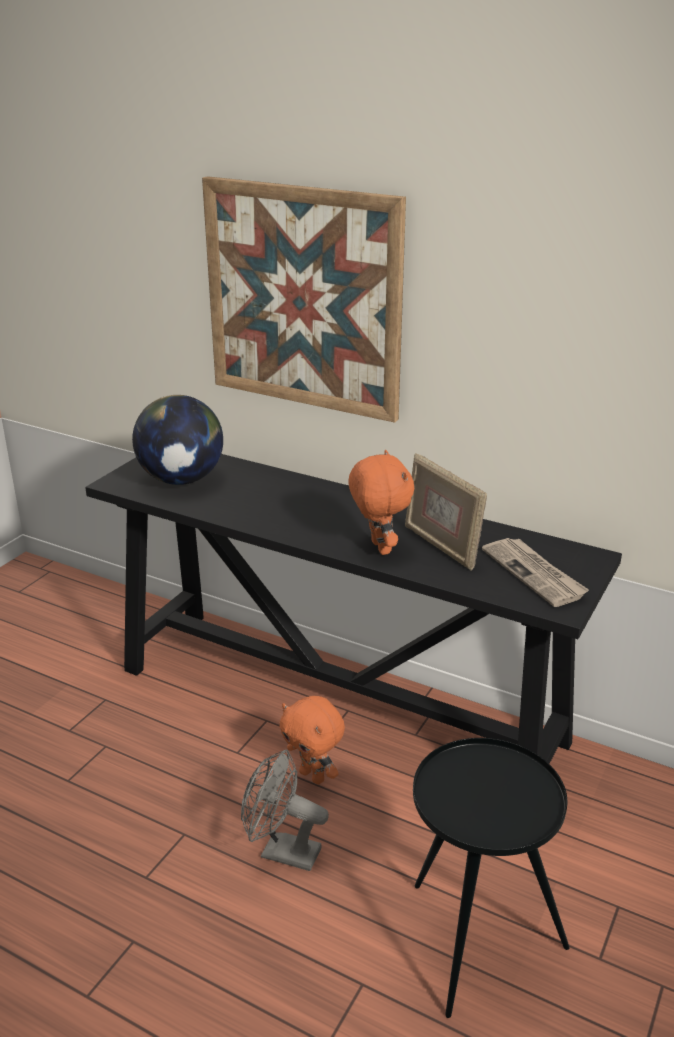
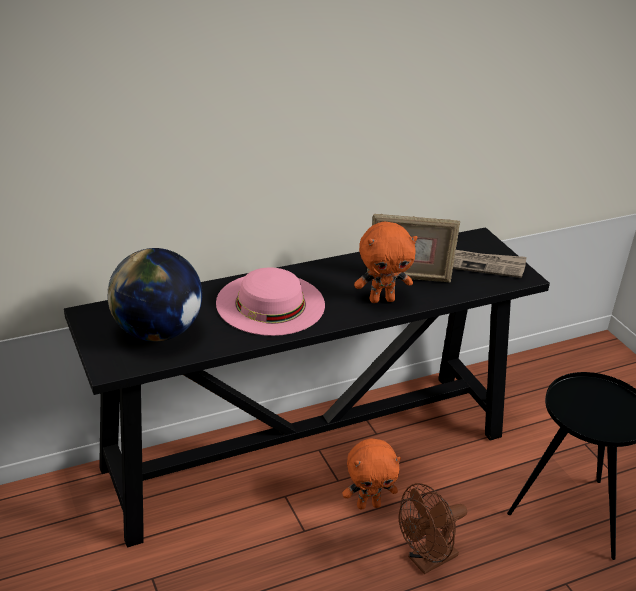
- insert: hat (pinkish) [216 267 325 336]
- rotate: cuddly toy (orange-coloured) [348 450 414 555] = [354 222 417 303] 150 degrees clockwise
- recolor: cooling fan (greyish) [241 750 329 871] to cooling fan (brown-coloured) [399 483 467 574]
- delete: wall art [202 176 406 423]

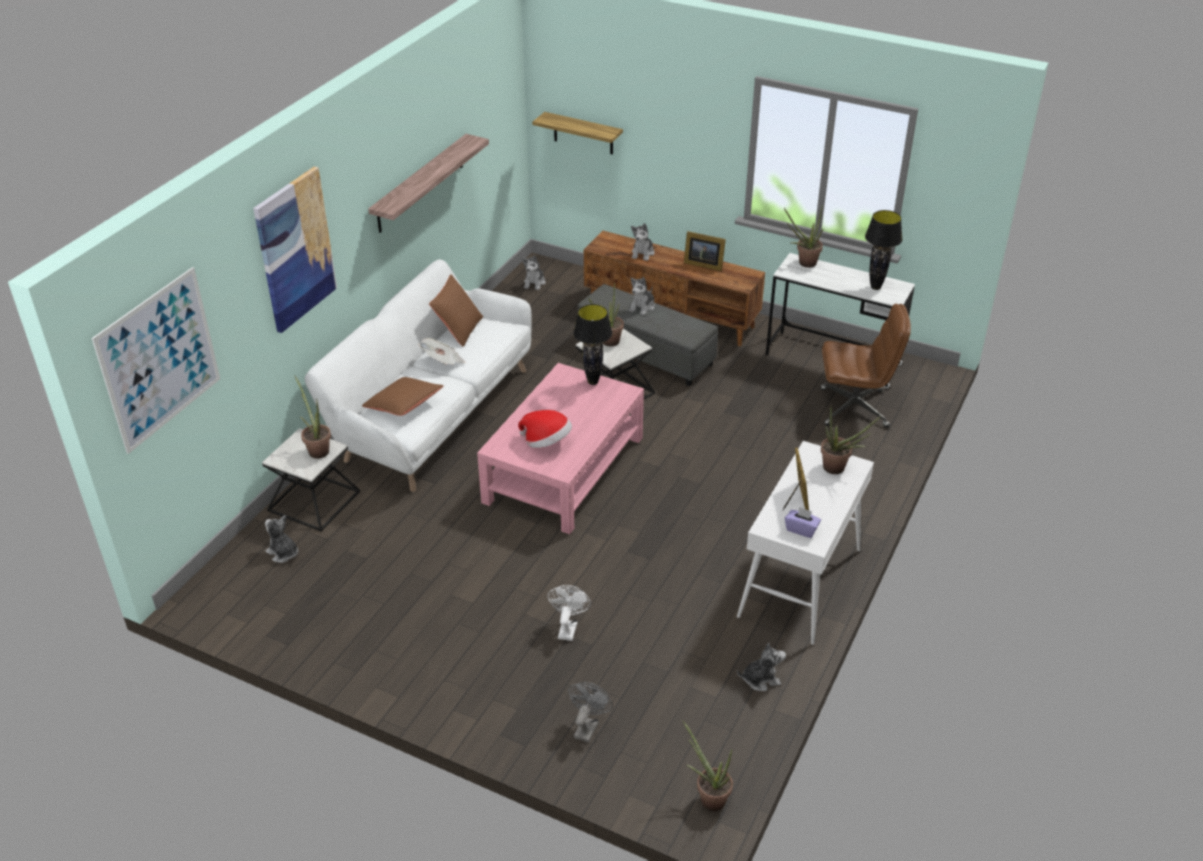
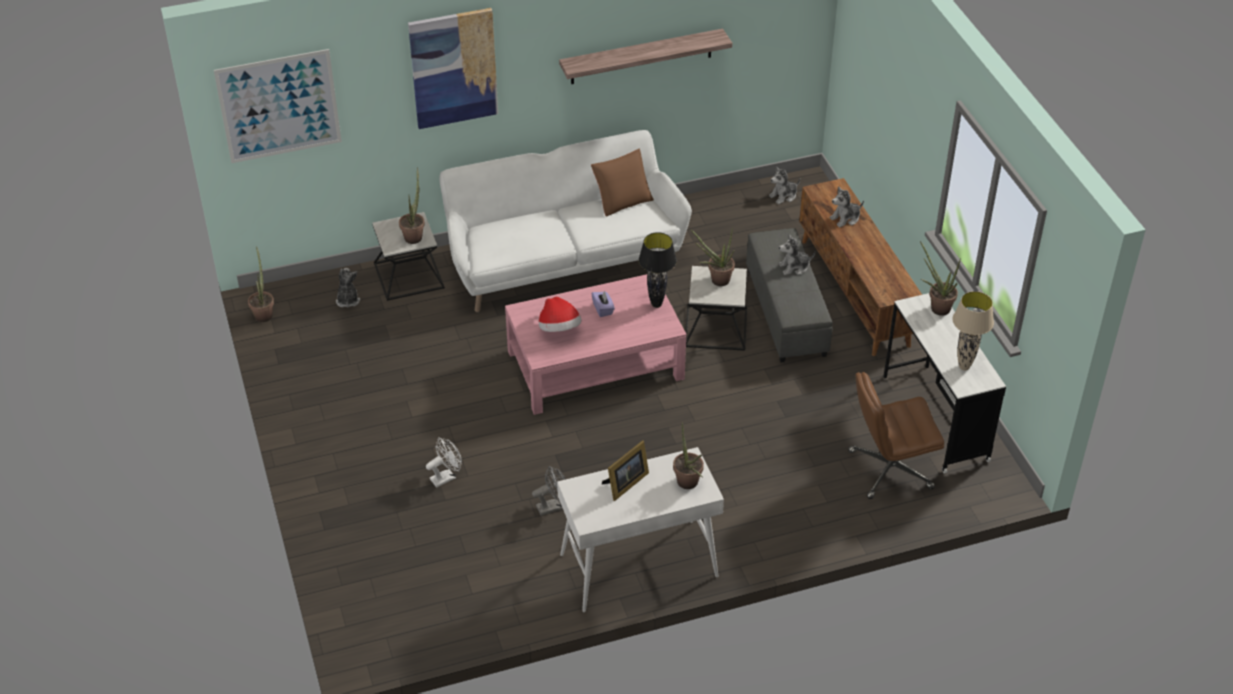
- move: potted plant [683 721 733 811] to [248 246 274 322]
- move: cooling fan (greyish) [568 682 613 743] to [532 466 566 516]
- move: tissue box (purple) [785 507 821 538] to [591 290 615 317]
- rotate: office chair (brown-coloured) [820 304 911 428] = [848 372 944 499] 120 degrees clockwise
- recolor: tabletop lamp (blackish) [865 210 903 290] to tabletop lamp (beige) [952 291 994 370]
- delete: throw pillow (brown-coloured) [362 377 444 416]
- delete: daily paper [418 338 465 365]
- delete: bracket shelf [532 112 623 154]
- delete: picture frame [684 231 726 271]
- delete: cuddly toy [737 643 786 691]

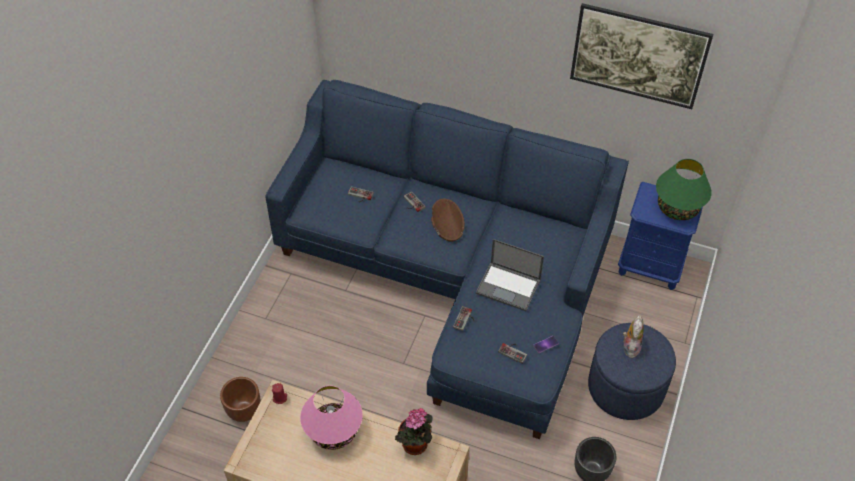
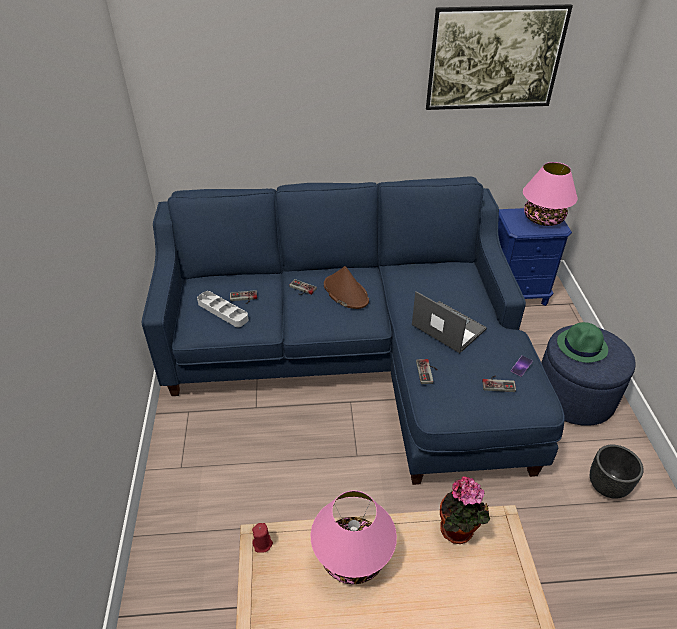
- insert: carrying tray (greyish) [197 291 248 327]
- rotate: portable computer [476 239 544 311] = [412 291 487 353] 135 degrees counterclockwise
- recolor: tabletop lamp (greenish) [656 159 712 220] to tabletop lamp (pinkish) [523 162 578 226]
- replace: cuddly toy [623 315 644 358] to hat (greenish) [557 322 608 363]
- delete: planter (brown-coloured) [220 377 261 422]

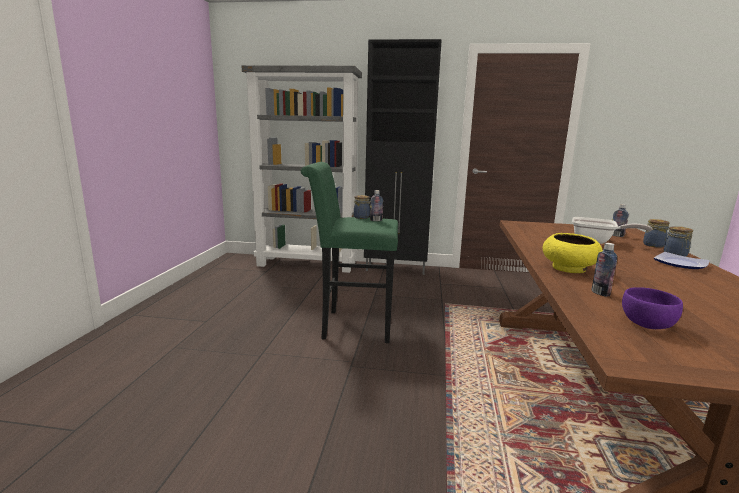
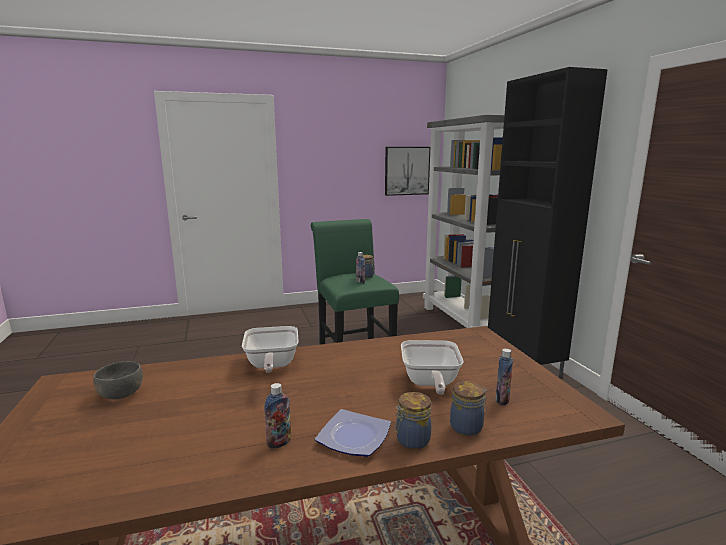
- recolor: deep dish (purple) [622 287 683 329] to deep dish (greyish) [93 361 143 399]
- replace: deep dish (yellowish) [542 233 603 273] to skillet [242 326 299 373]
- move: drink bottle [591 243 617 297] to [264 383 291 449]
- insert: wall art [385 147 430 196]

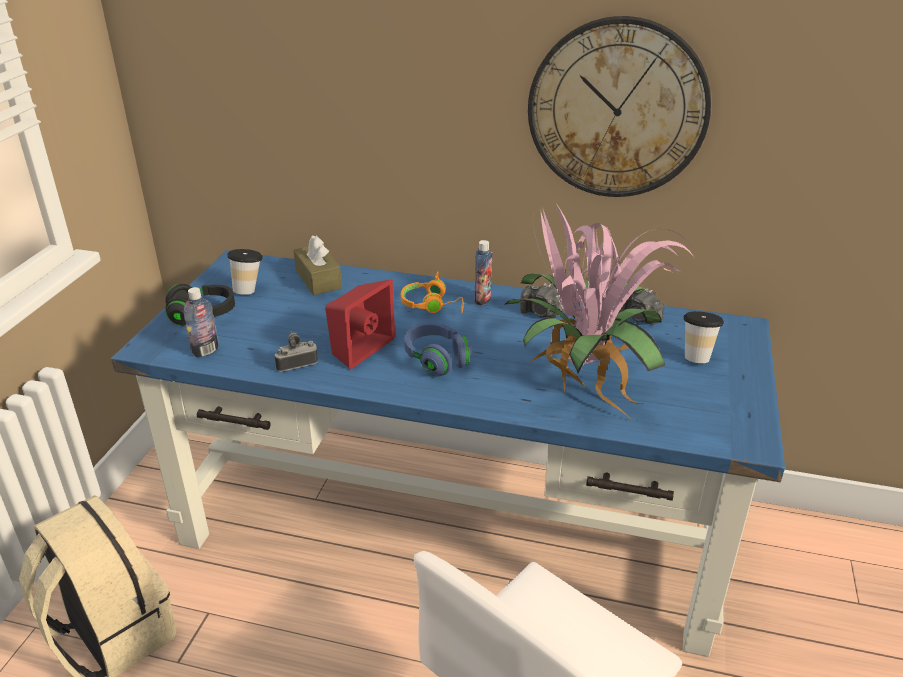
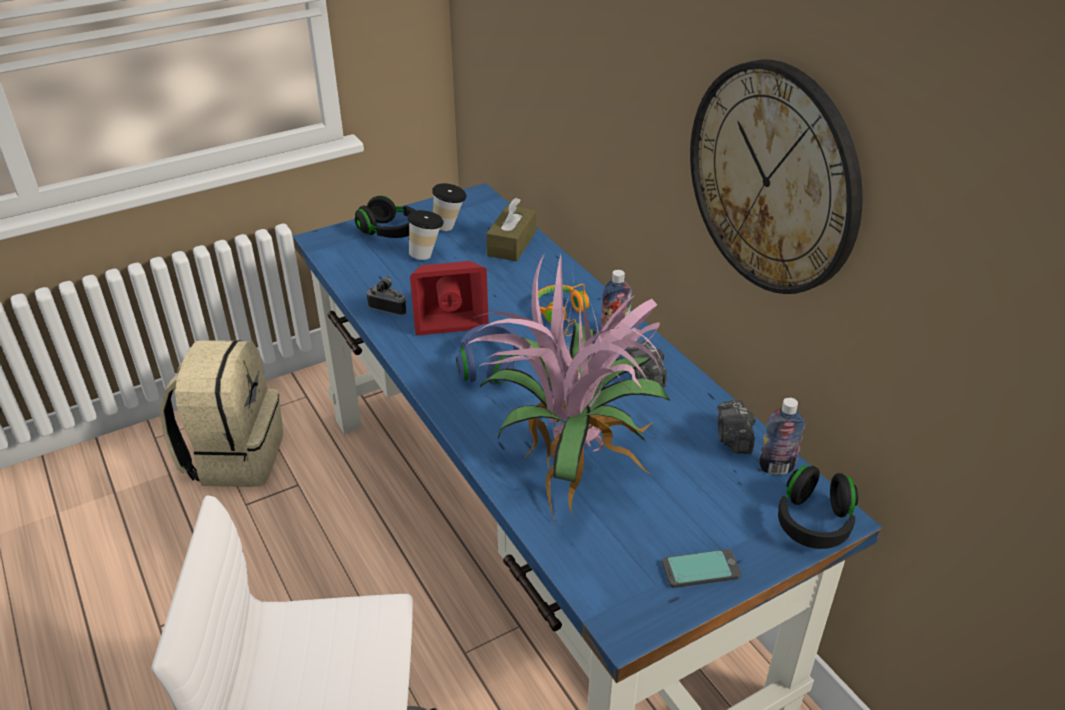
- move: small cup [683 311 724 363] to [408 210 444 260]
- insert: telephone [662 549 742 588]
- move: drink bottle [184 287 219 357] to [759 398 805 475]
- insert: headphones (blackish) [778 465 858 549]

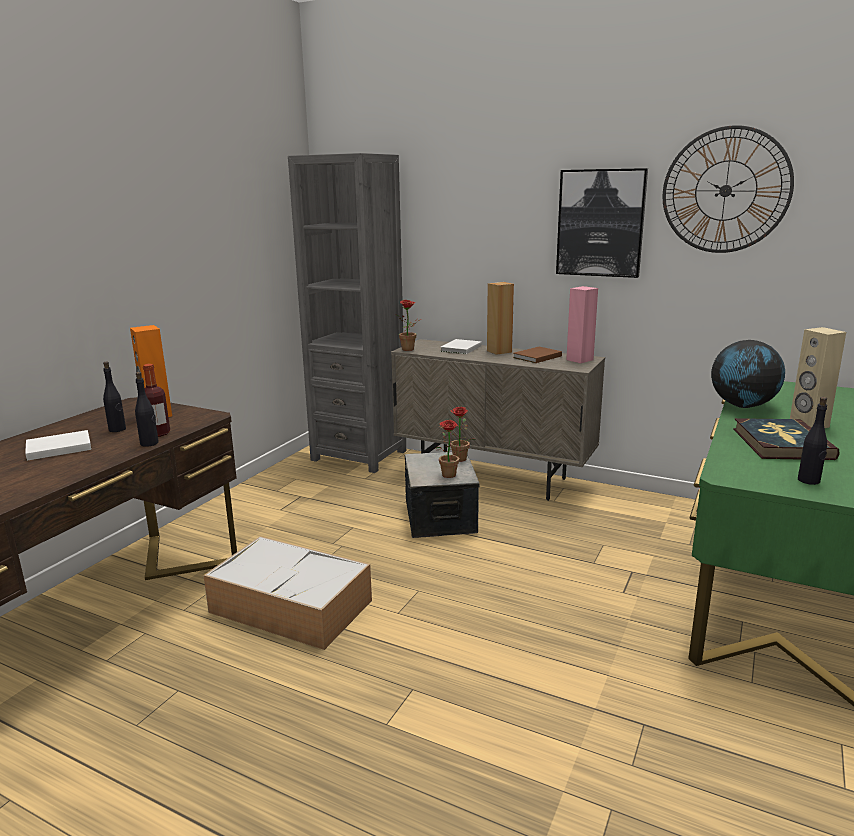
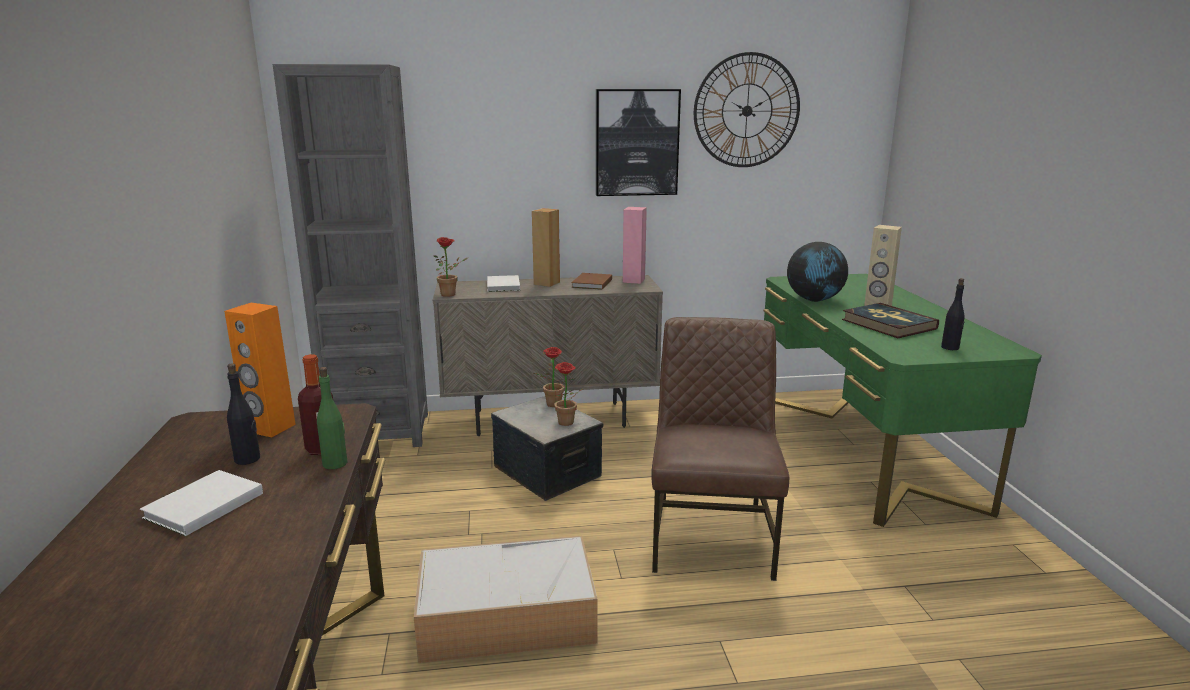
- recolor: drink bottle (blackish) [135 372 159 447] to drink bottle (greenish) [317 367 348 469]
- insert: upright chair (brown-coloured) [651 317 789 581]

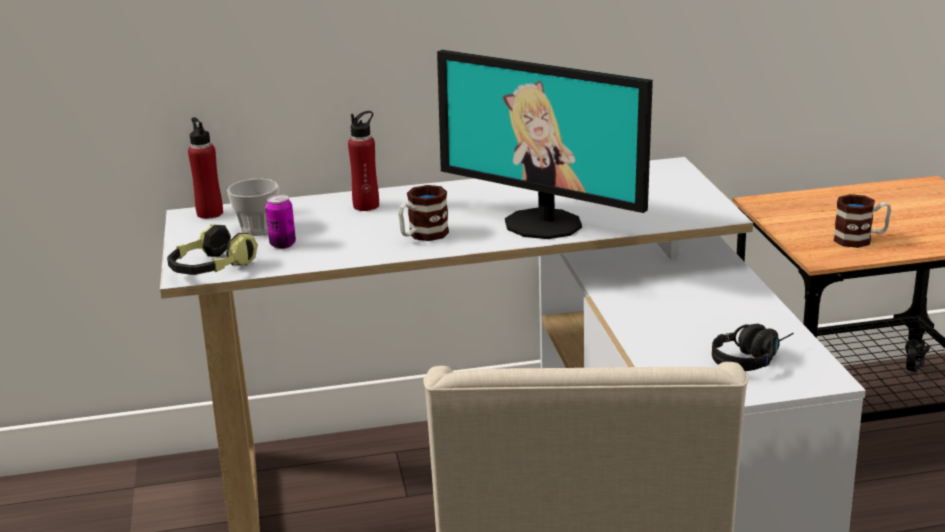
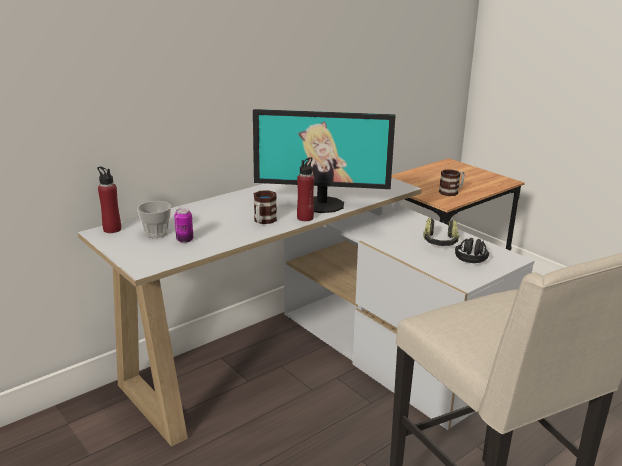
- move: drink bottle (red-coloured) [348 111 379 211] to [297 157 314 221]
- move: headphones [167 224 258 275] to [423 218 459 246]

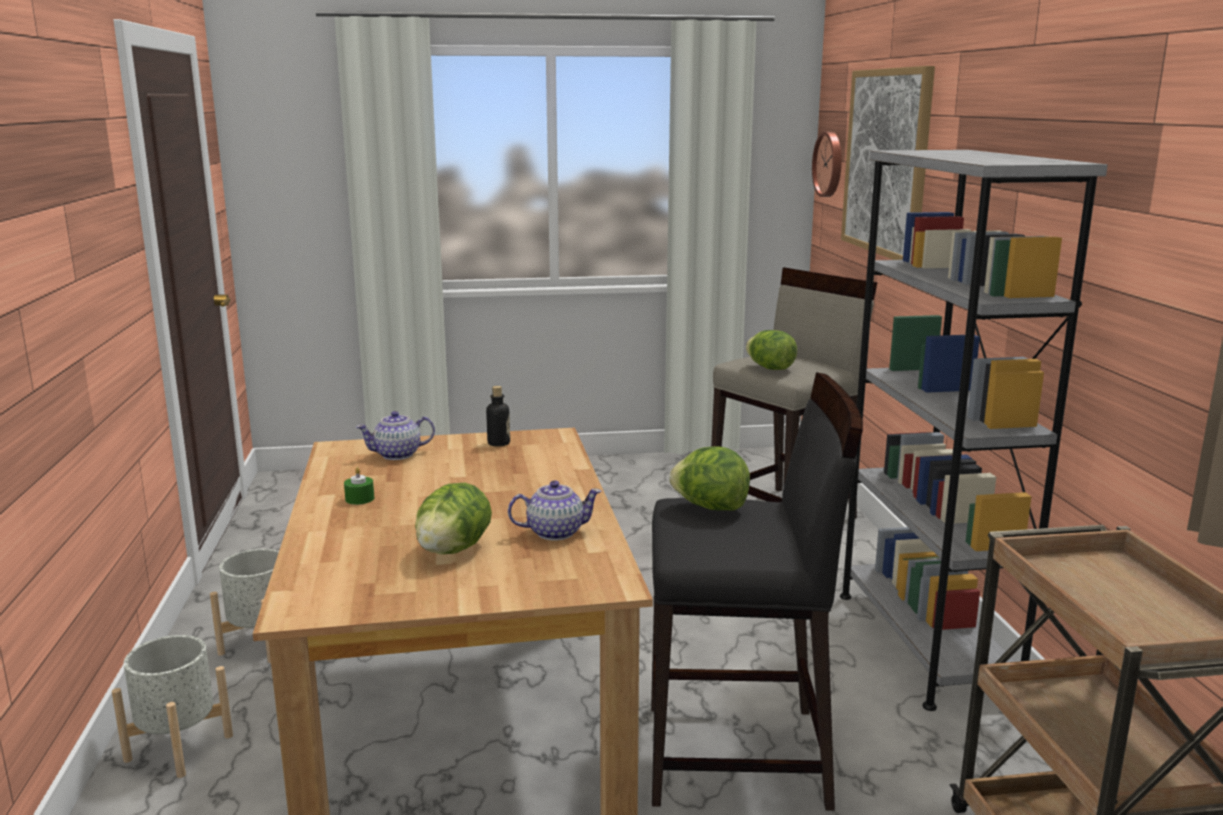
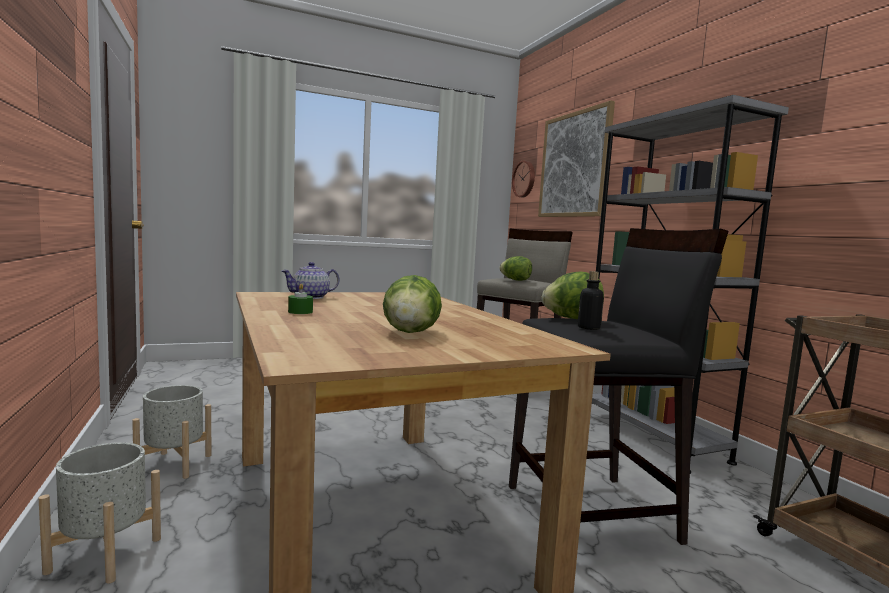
- move: drink bottle [486 386 510 447] to [578 271 604 330]
- delete: pot for tea [508 480 601 540]

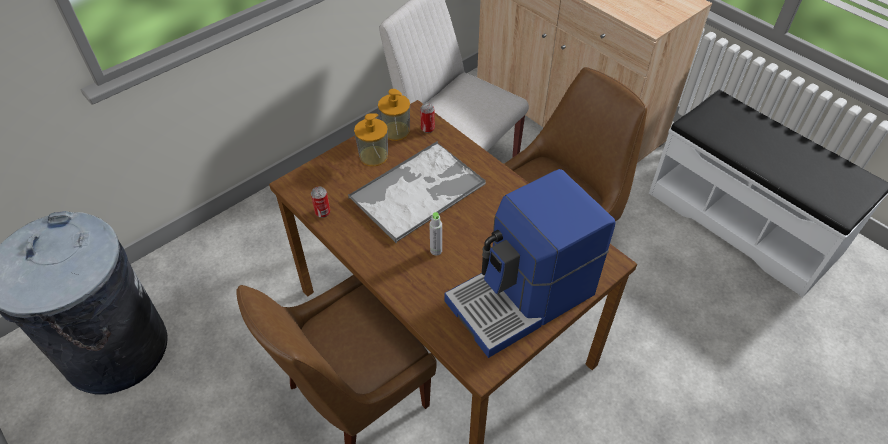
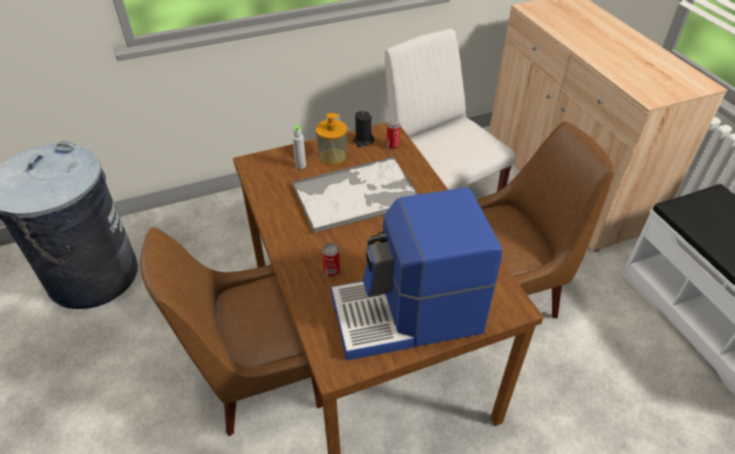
- move: drink bottle (greyish) [429 212 442 255] to [293 125 306 169]
- move: can [311 186 330 218] to [322 243 340 277]
- replace: soap bottle [378 89 410 141] to wax light (blackish) [353 111 374 147]

